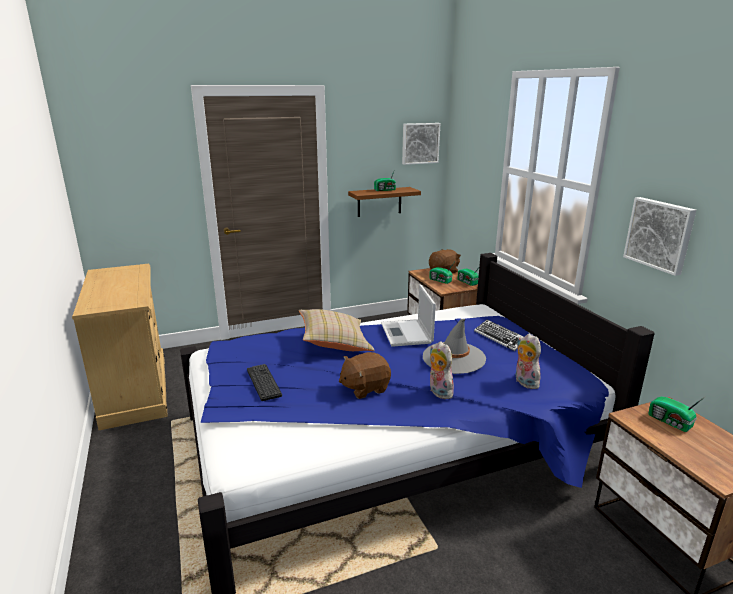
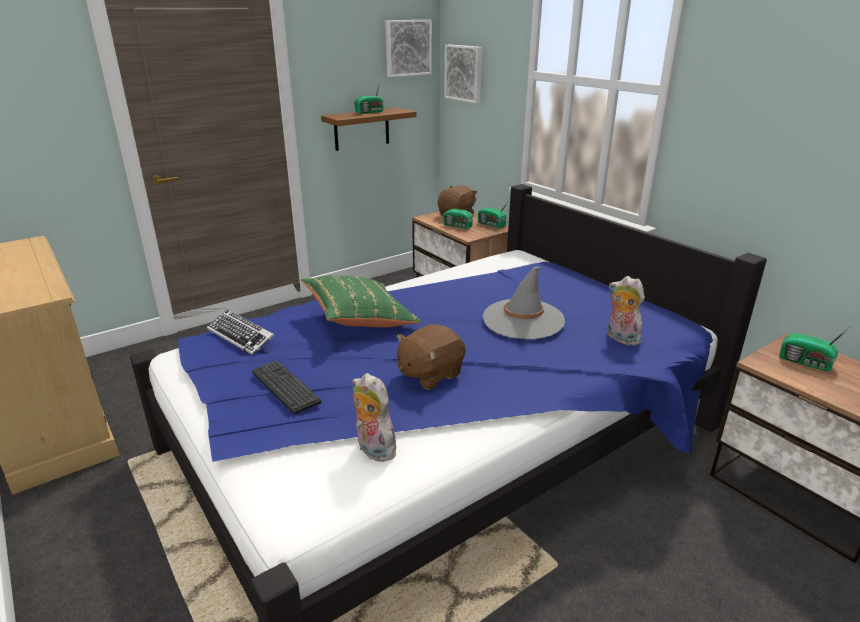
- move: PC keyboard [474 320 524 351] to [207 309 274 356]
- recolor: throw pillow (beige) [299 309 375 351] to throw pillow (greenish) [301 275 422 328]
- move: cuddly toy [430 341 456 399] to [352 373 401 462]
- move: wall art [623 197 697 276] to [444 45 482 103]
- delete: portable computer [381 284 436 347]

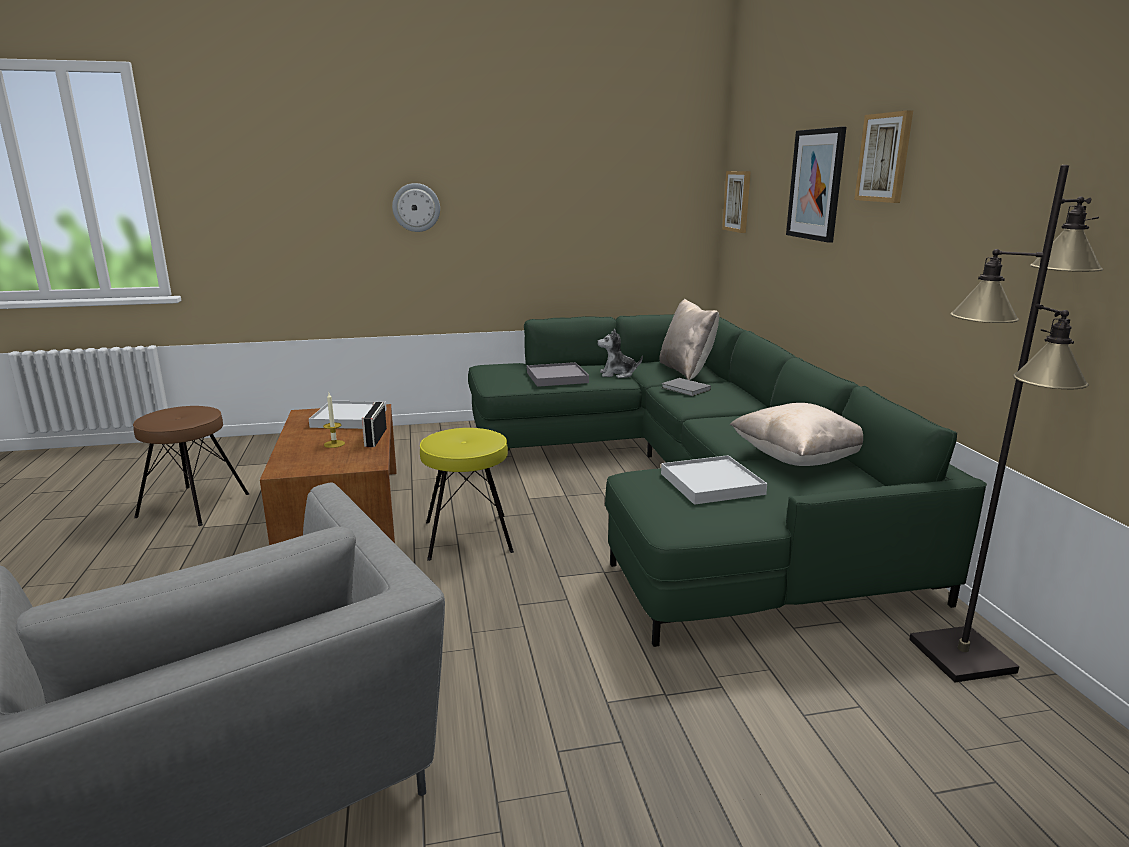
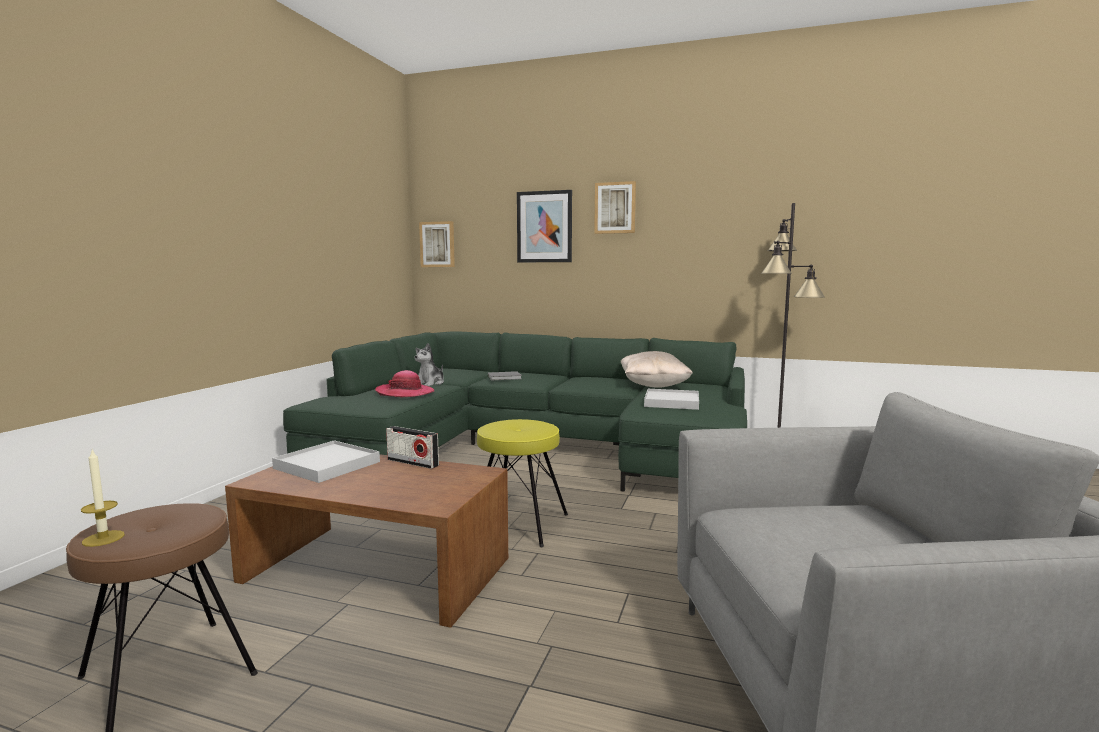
- move: wax light [323 393 345 448] to [81 450 125 547]
- replace: carrying tray (greyish) [527 362 589 387] to hat [375 370 434 398]
- delete: clock on the wall [392 183 440 232]
- delete: throw pillow (beige) [659 299 719 380]

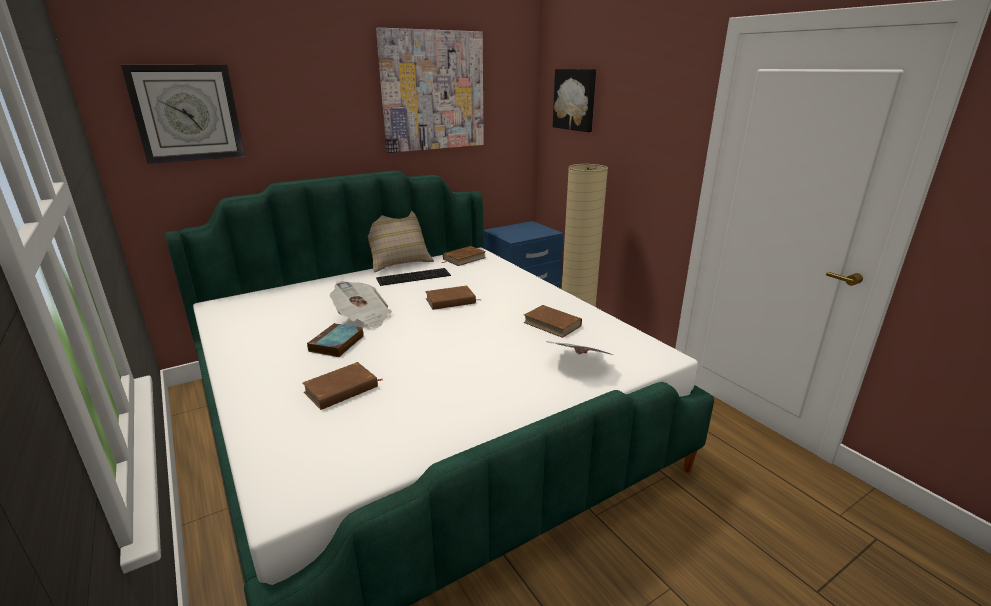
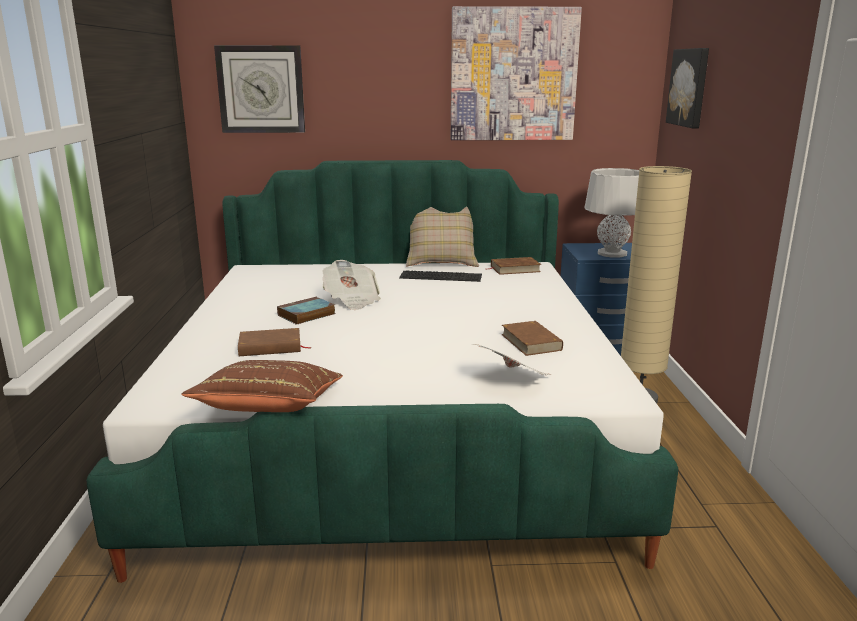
- insert: throw pillow (brown-coloured) [181 360 343 412]
- insert: tabletop lamp (greyish) [584 168 639 258]
- delete: book (brown-coloured) [425 286 481 310]

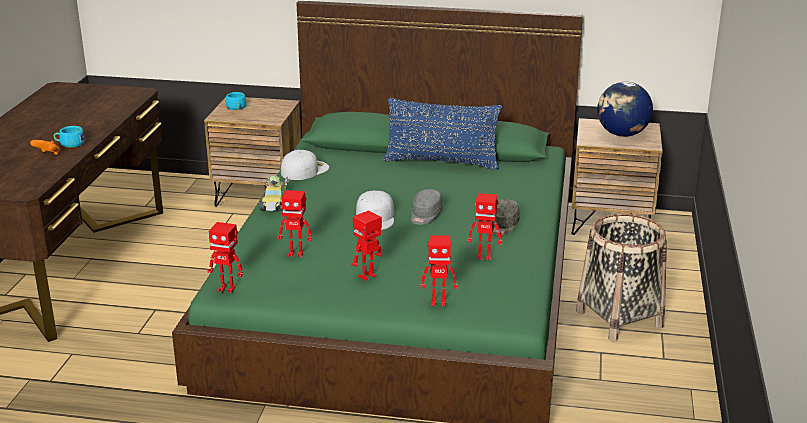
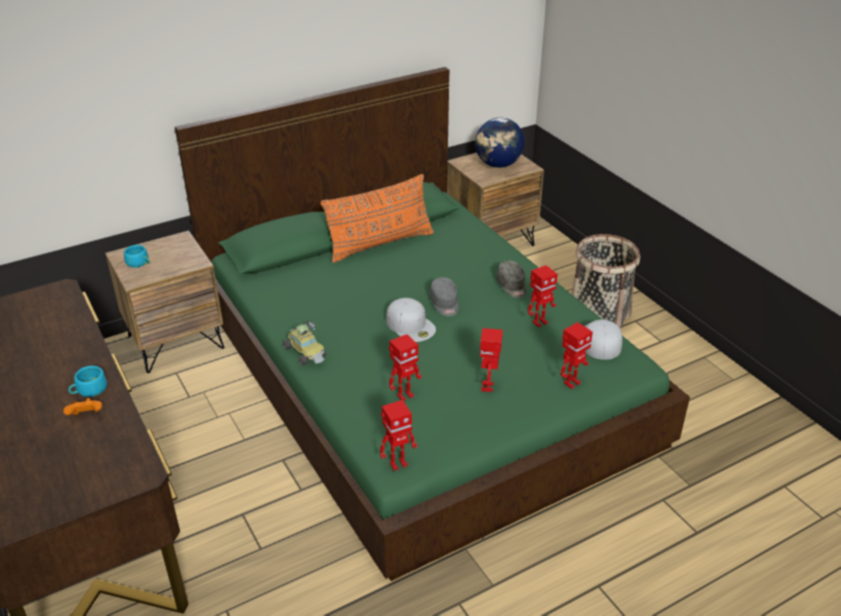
- recolor: throw pillow (blue) [384 98 502 170] to throw pillow (orange-coloured) [321 174 434 263]
- move: peaked cap (whitish) [281 150 329 180] to [585 319 623 360]

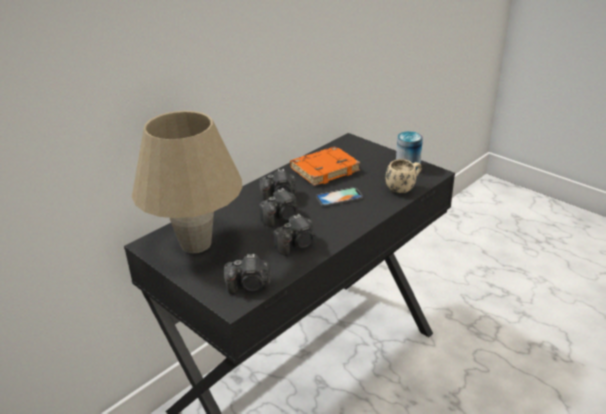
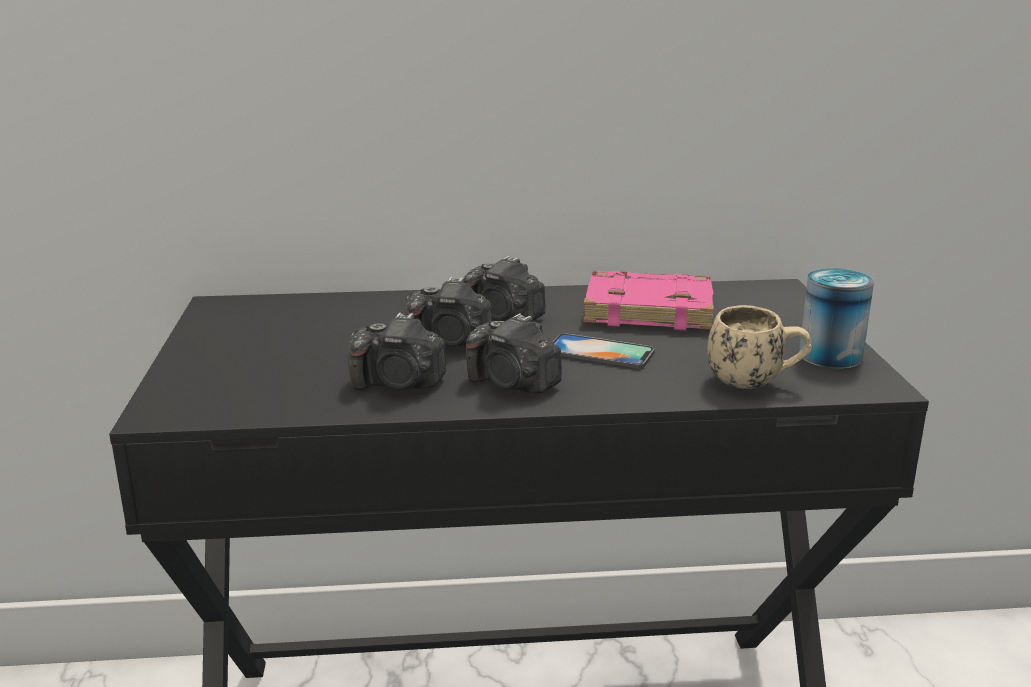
- move: still camera [224 254 271 294] to [466 313 562 393]
- recolor: book (orange-coloured) [290 146 361 186] to book (pinkish) [583 271 714 331]
- delete: tabletop lamp (beige) [132 111 242 253]

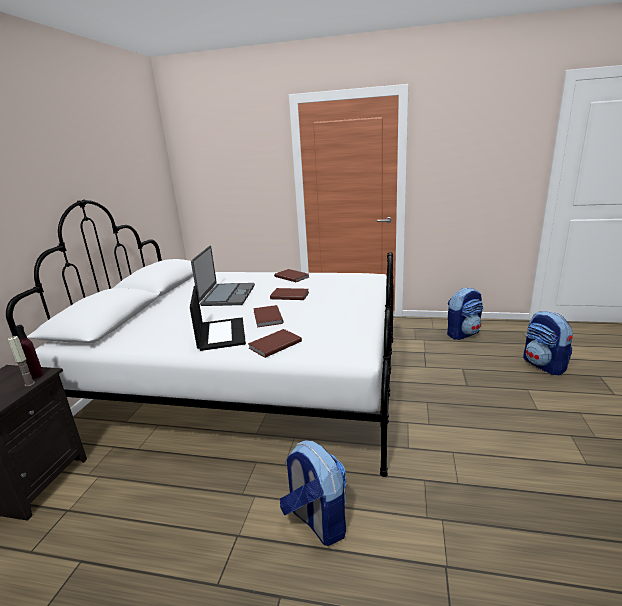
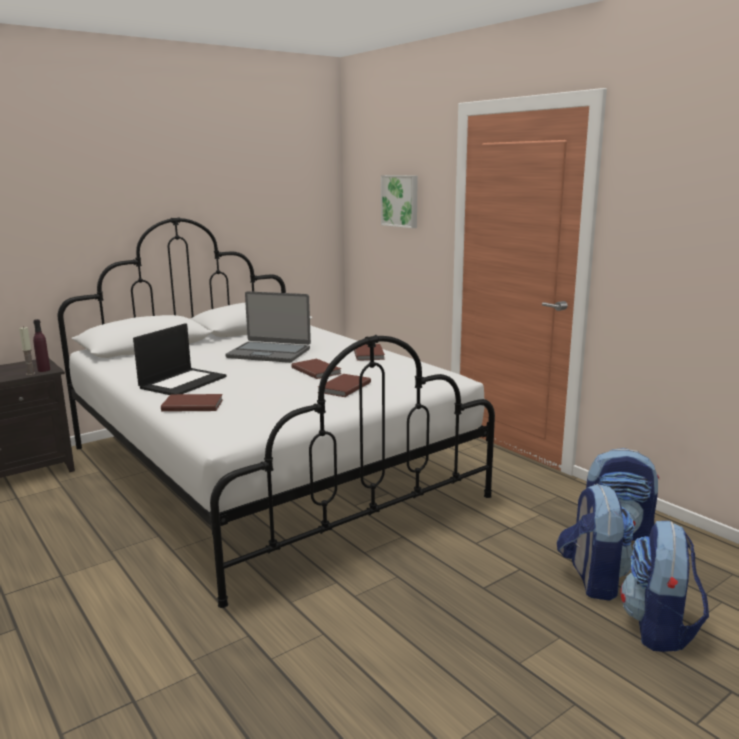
- rotate: portable computer [191 246 255 306] = [225 291 311 363] 60 degrees clockwise
- move: book (brown-coloured) [253 305 284 327] to [318 374 371 397]
- insert: wall art [381 175 418 228]
- move: rucksack [280 440 347 546] to [557 484 634 601]

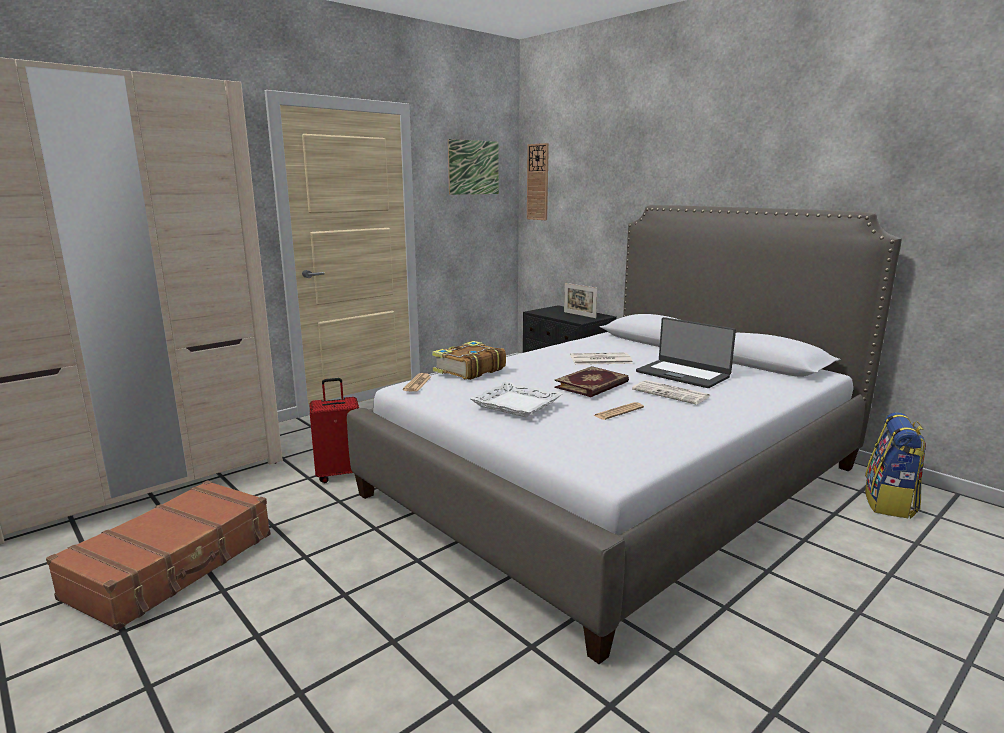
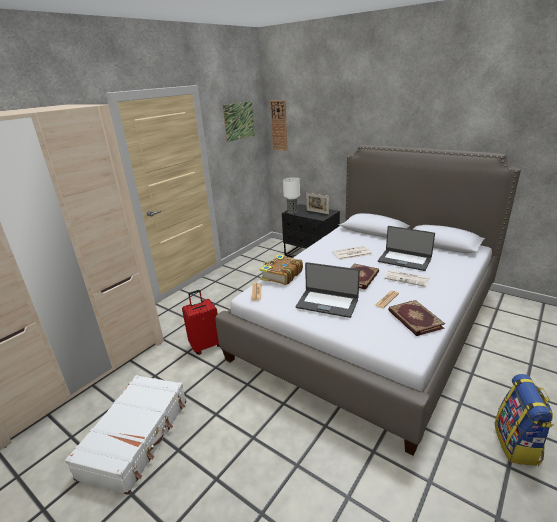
- recolor: suitcase (brown-coloured) [46 480 271 630] to suitcase (whitish) [65 375 186 495]
- insert: tabletop lamp [283 177 300 214]
- replace: carrying tray (whitish) [469 381 563 417] to portable computer [296 262 360 318]
- insert: book [388 300 445 336]
- move: rucksack [865 412 926 519] to [495 374 553 466]

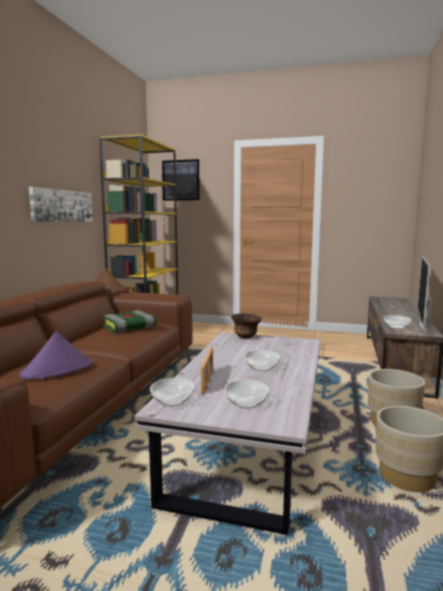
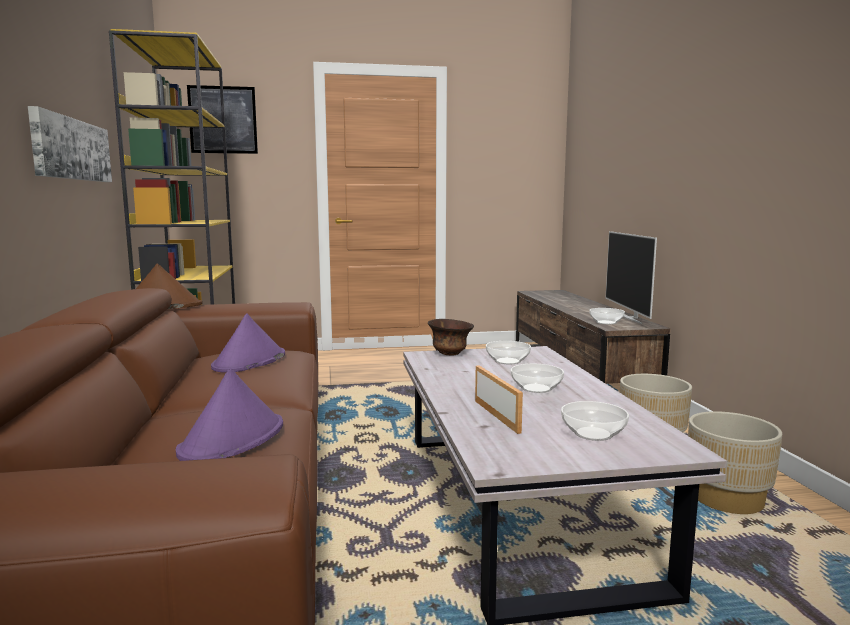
- replace: book [103 310 156 333] to hat (purple) [211 314 285 373]
- move: deep dish [150 378 194 406] to [486 341 531 364]

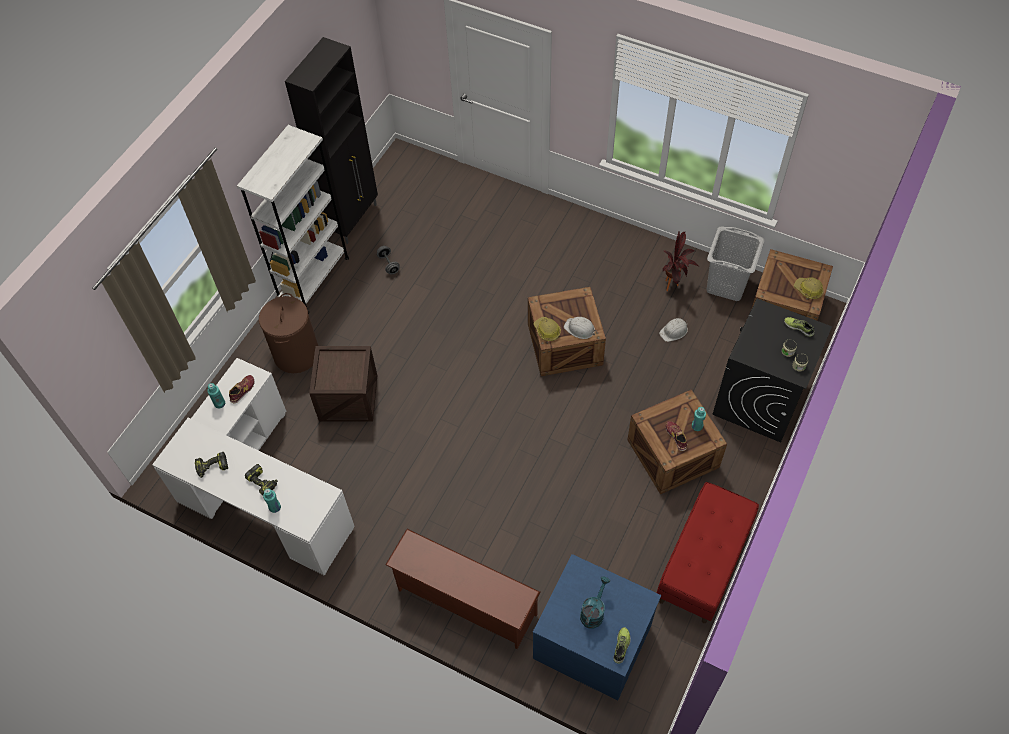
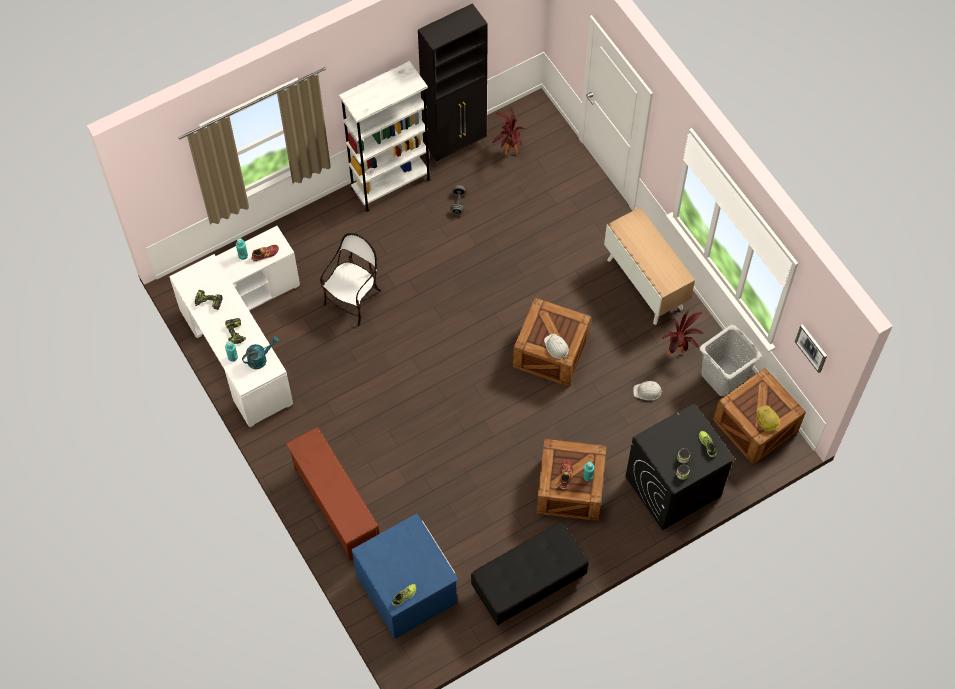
- move: watering pot (blue-green) [580 576 610 628] to [242 336 280 369]
- replace: packing crate [309 346 377 422] to upright chair [320 233 381 326]
- recolor: long seat (red-coloured) [657 482 759 623] to long seat (blackish) [471 522 589 626]
- insert: potted plant [492 107 525 155]
- insert: storage cabinet [604 207 695 325]
- insert: wall art [795 324 827 373]
- delete: laundry basket (brown-coloured) [259 293 318 373]
- delete: hard hat [534 317 561 341]

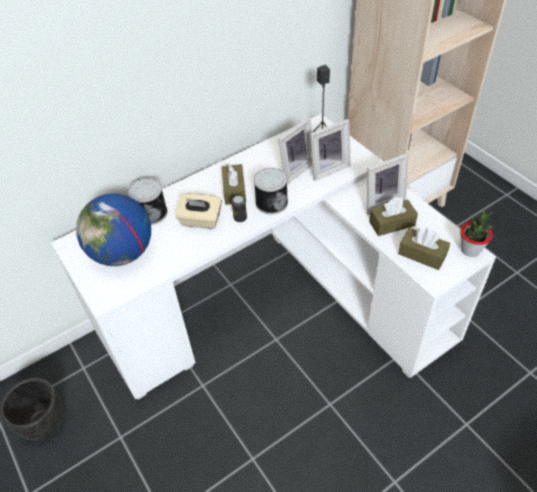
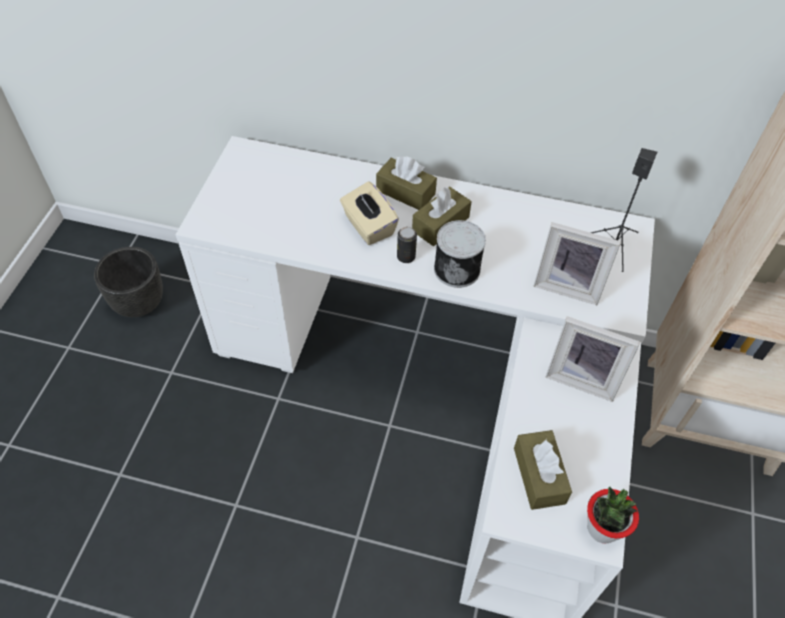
- move: tissue box (brown-coloured) [369 197 418 236] to [376 157 437 210]
- delete: globe [76 193 151 266]
- delete: can [128 178 168 225]
- delete: picture frame [278 118 312 184]

